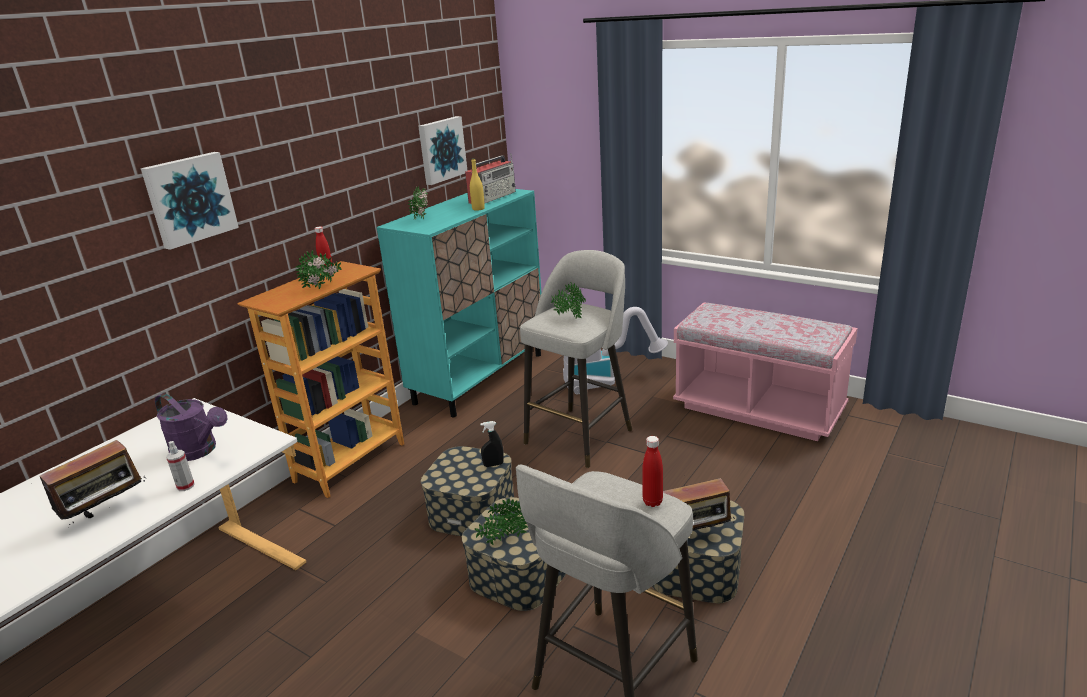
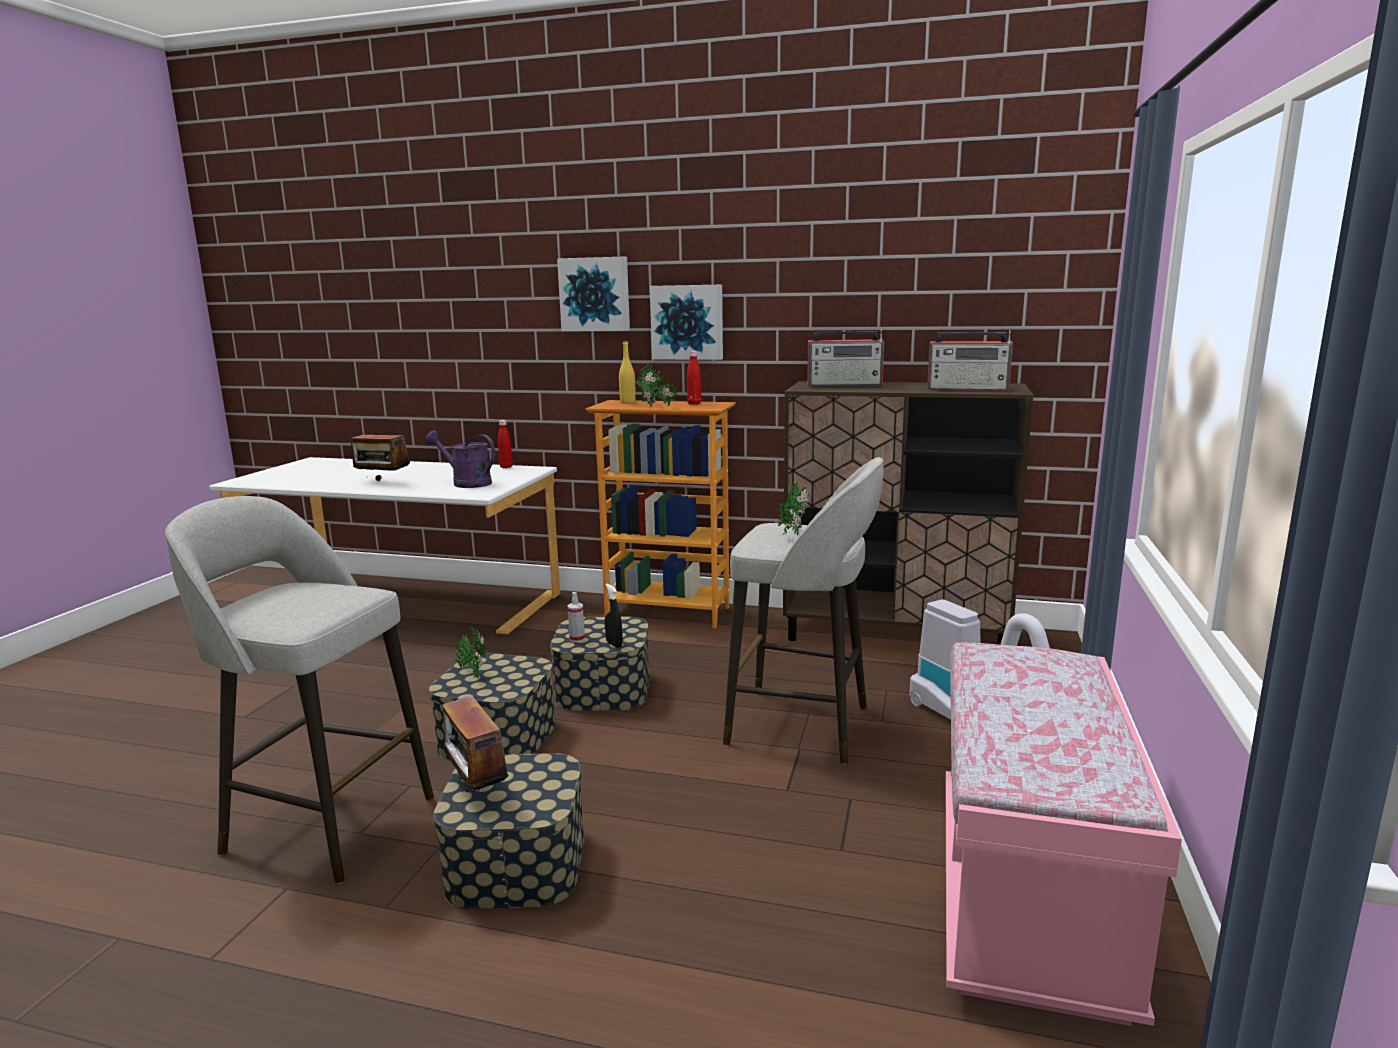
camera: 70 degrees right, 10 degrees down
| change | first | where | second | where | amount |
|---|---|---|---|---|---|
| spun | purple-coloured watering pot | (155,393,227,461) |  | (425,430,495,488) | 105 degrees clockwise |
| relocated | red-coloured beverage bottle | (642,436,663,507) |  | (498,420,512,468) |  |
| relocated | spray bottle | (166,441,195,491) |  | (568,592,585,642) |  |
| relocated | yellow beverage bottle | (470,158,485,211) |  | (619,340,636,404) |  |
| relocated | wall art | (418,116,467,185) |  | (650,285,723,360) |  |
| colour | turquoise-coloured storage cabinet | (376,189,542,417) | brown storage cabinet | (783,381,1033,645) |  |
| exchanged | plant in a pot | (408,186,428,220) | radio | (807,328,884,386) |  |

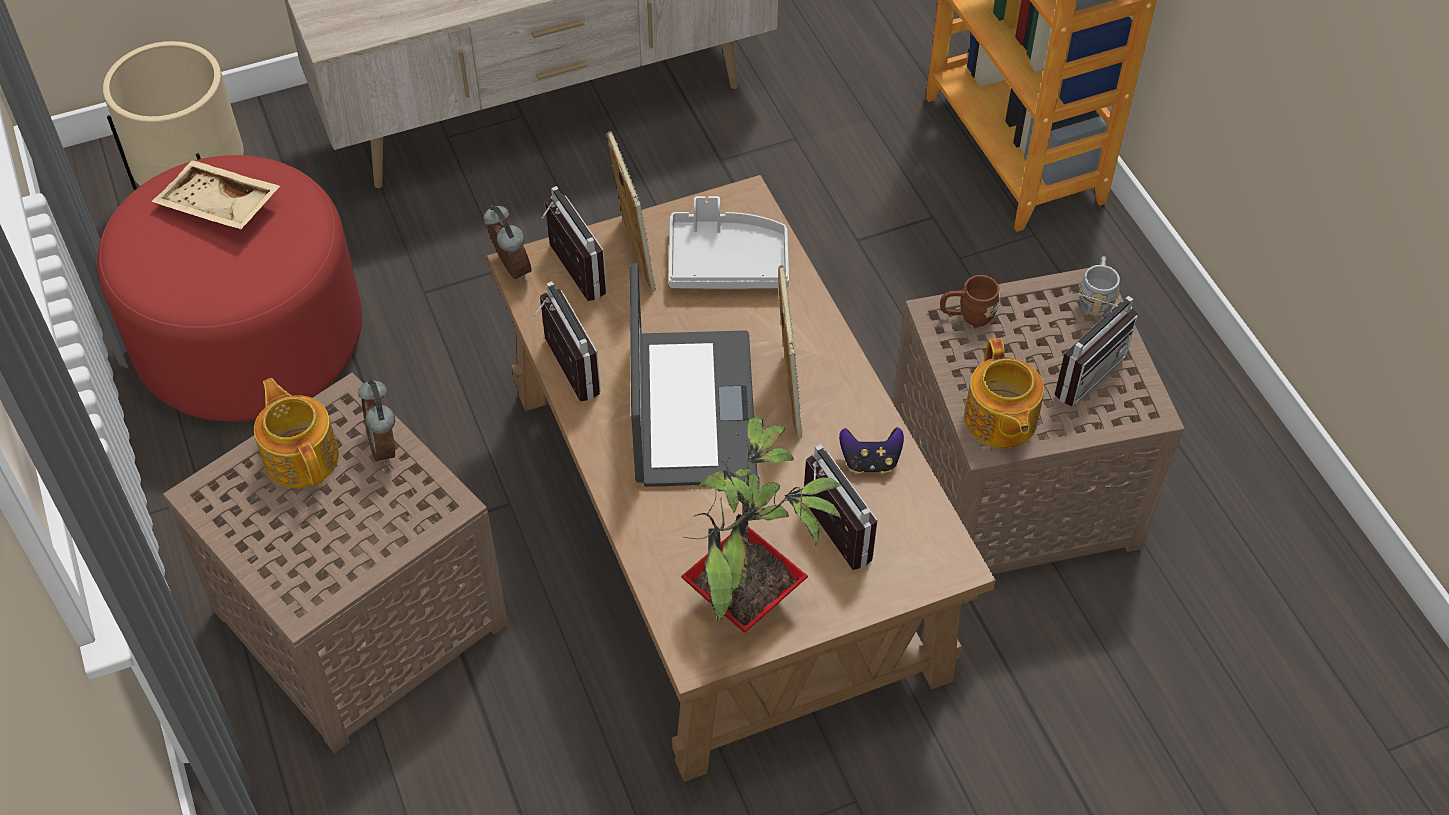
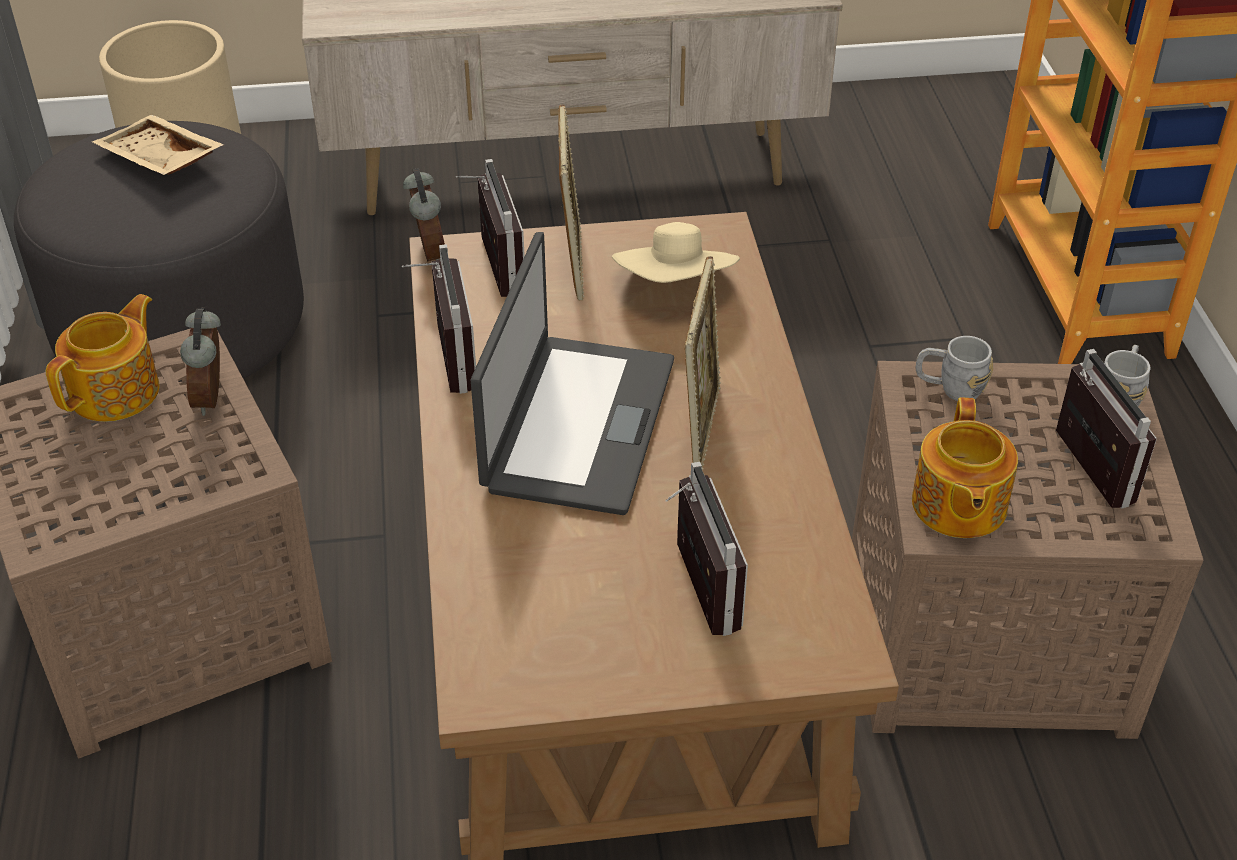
camera: 15 degrees right, 10 degrees down
| change | first | where | second | where | amount |
|---|---|---|---|---|---|
| colour | red-coloured footrest | (97,155,362,422) | greyish footrest | (14,121,304,396) |  |
| spun | tea pot | (254,378,339,488) |  | (46,294,159,422) | 45 degrees clockwise |
| exchanged | greyish serving tray | (669,196,789,289) | beige wearable hat | (612,222,740,283) |  |
| colour | brown mug | (940,275,1001,326) | greyish mug | (916,336,993,401) |  |
| spun | radio | (1055,291,1138,406) |  | (1056,349,1157,509) | 75 degrees counterclockwise |
| missing | plant in a pot | (681,417,842,633) |  |  |  |
| missing | joypad | (839,427,904,473) |  |  |  |

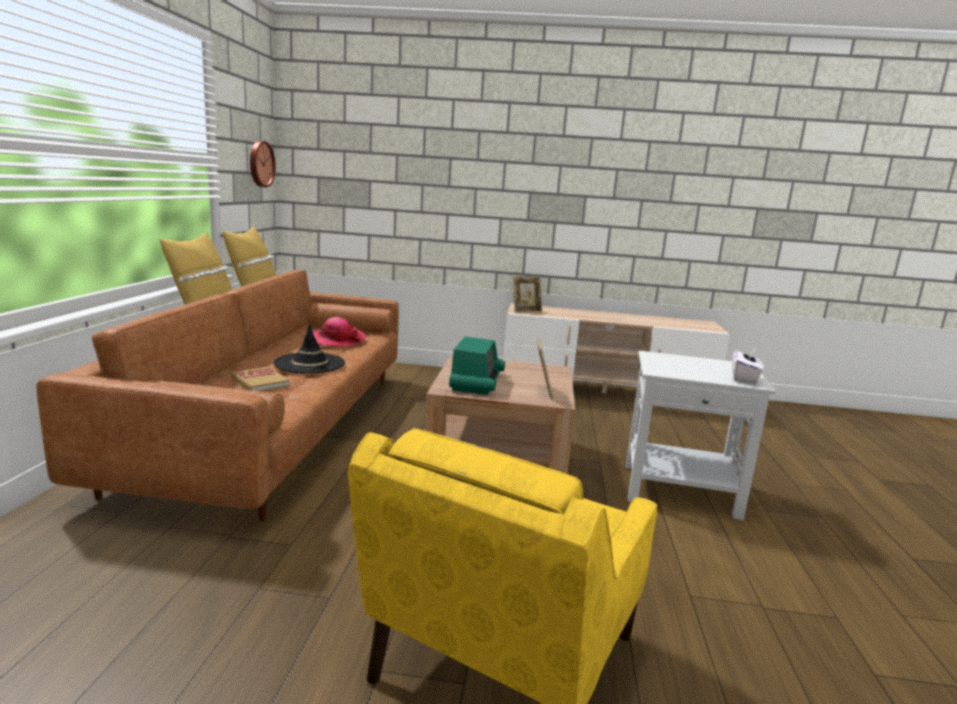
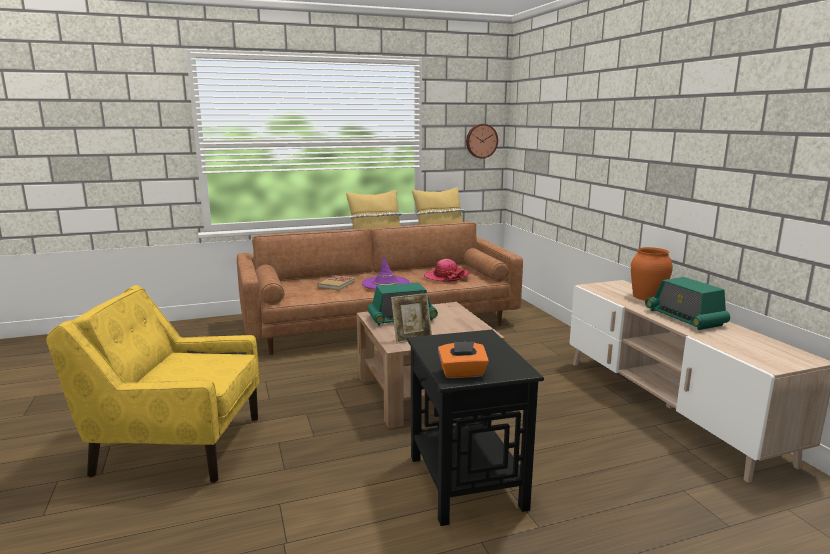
camera: 65 degrees right, 0 degrees up
| change | first | where | second | where | amount |
|---|---|---|---|---|---|
| colour | black-coloured wearable hat | (274,323,345,374) | purple-coloured wearable hat | (362,256,410,290) |  |
| colour | white side table | (626,351,776,520) | black-coloured side table | (407,330,544,526) |  |
| colour | white tissue holder | (732,347,764,384) | orange-coloured tissue holder | (438,342,489,378) |  |
| appeared |  |  | orange-coloured vase | (631,247,673,300) |  |
| appeared |  |  | radio | (645,277,730,330) |  |
| missing | photo frame | (513,276,542,313) |  |  |  |

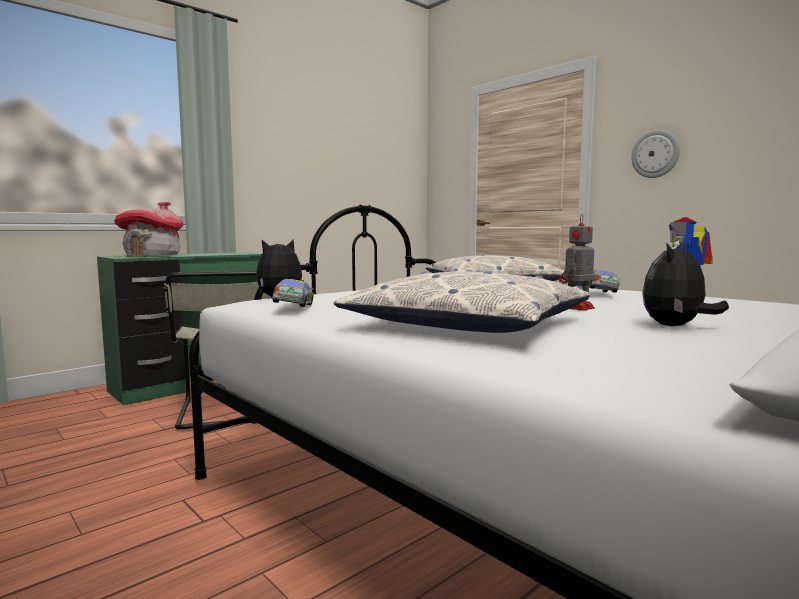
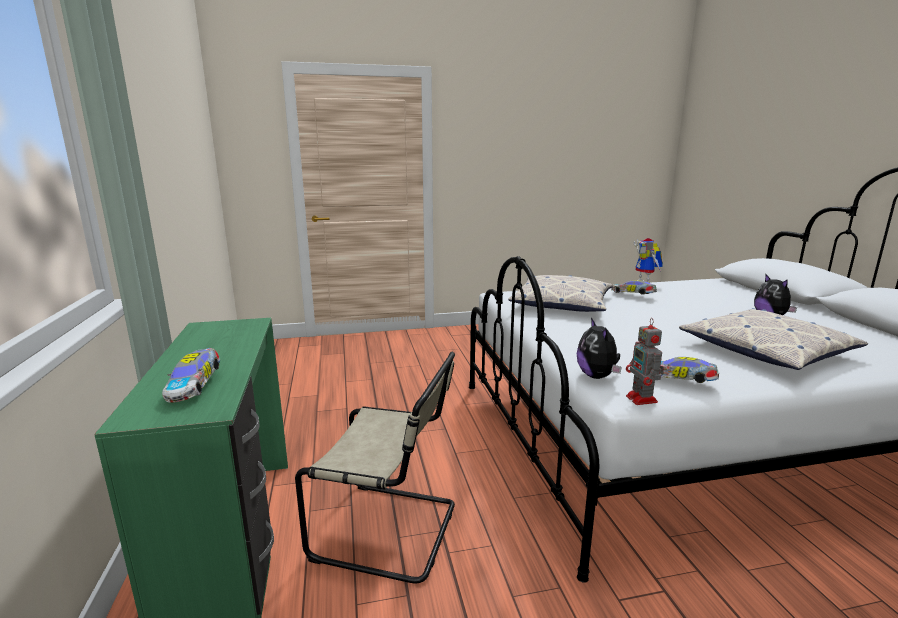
camera: 60 degrees left, 10 degrees up
| change | first | where | second | where | amount |
|---|---|---|---|---|---|
| exchanged | toy house | (115,202,184,257) | miniature car | (162,348,220,403) |  |
| relocated | toy robot | (559,214,595,311) |  | (626,318,664,405) |  |
| missing | clock on the wall | (631,130,680,178) |  |  |  |

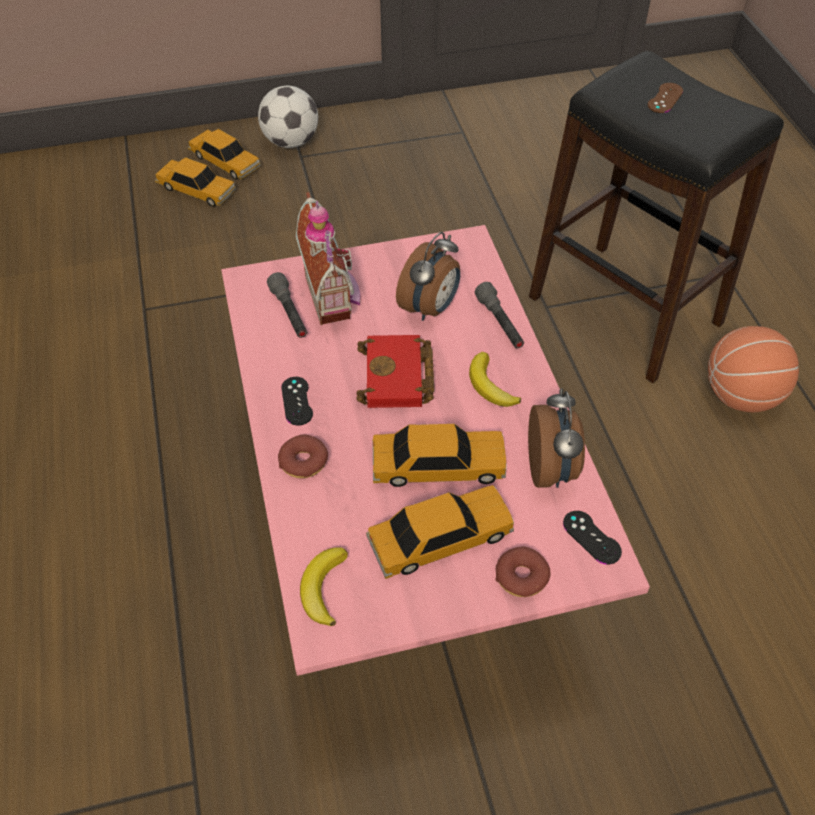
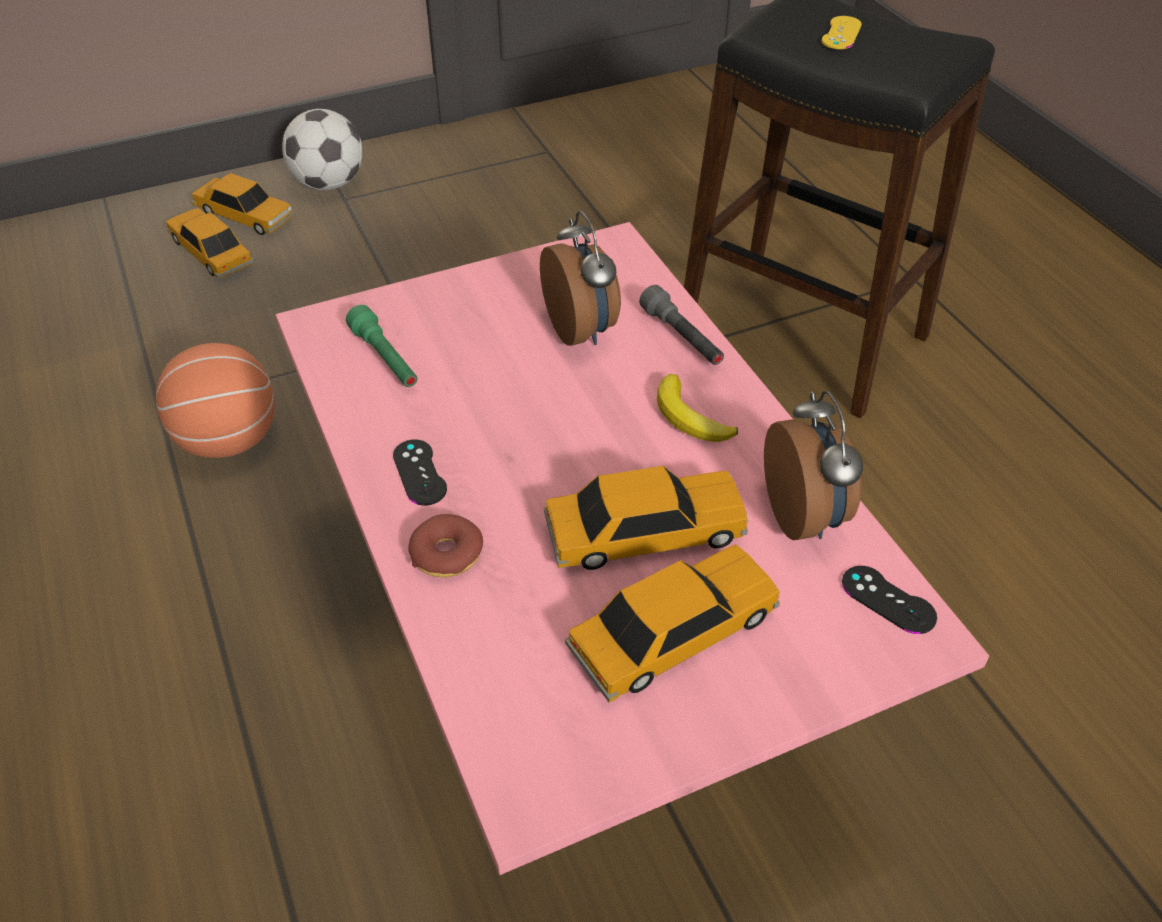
camera: 10 degrees left, 5 degrees down
| change | first | where | second | where | amount |
|---|---|---|---|---|---|
| relocated | ball for basketball | (708,326,799,412) |  | (156,343,275,458) |  |
| spun | miniature car | (155,157,236,207) |  | (166,208,255,279) | 150 degrees counterclockwise |
| colour | greyish flashlight | (267,272,307,338) | green flashlight | (346,305,417,387) |  |
| spun | table clock | (396,232,460,321) |  | (540,211,621,346) | 45 degrees counterclockwise |
| colour | brown joypad | (648,83,683,113) | yellow joypad | (822,16,862,49) |  |
| missing | toy house | (296,192,360,325) |  |  |  |
| missing | banana fruit | (300,548,348,626) |  |  |  |
| missing | red-coloured bound book | (357,335,434,408) |  |  |  |
| missing | doughnut | (495,547,550,597) |  |  |  |

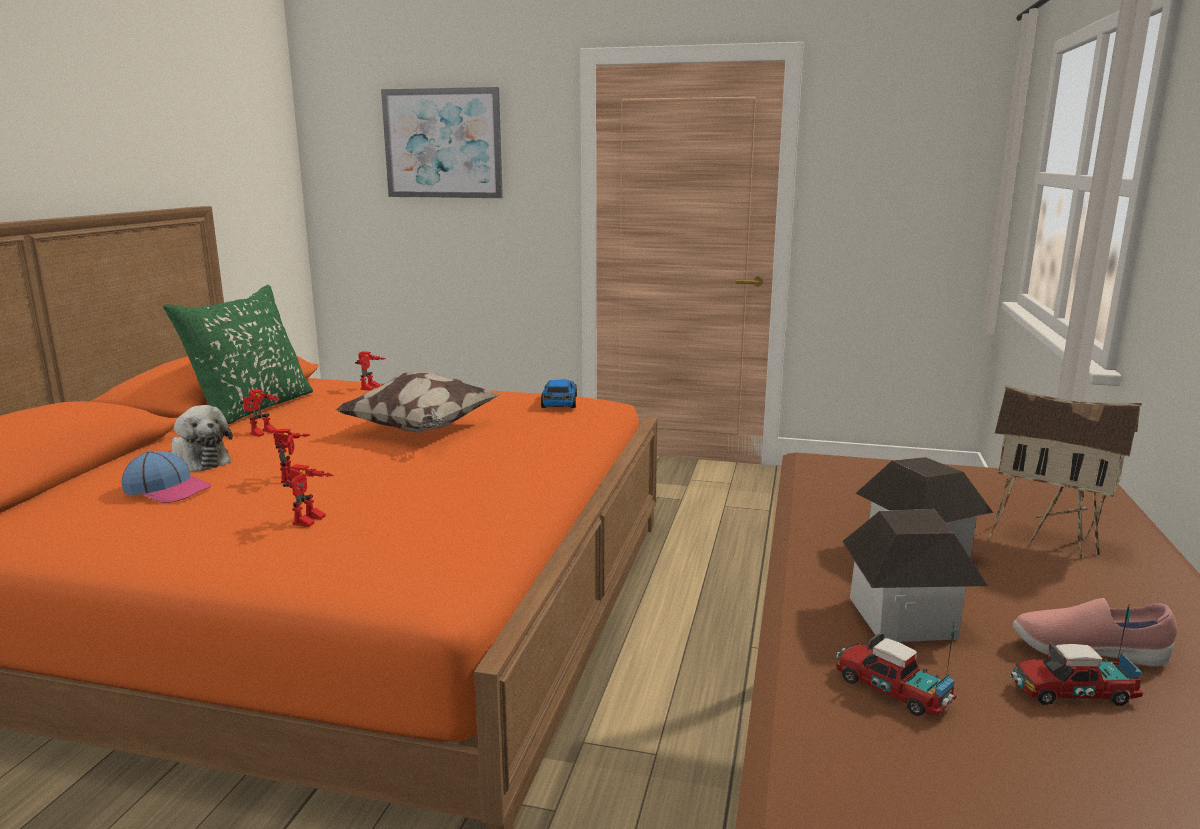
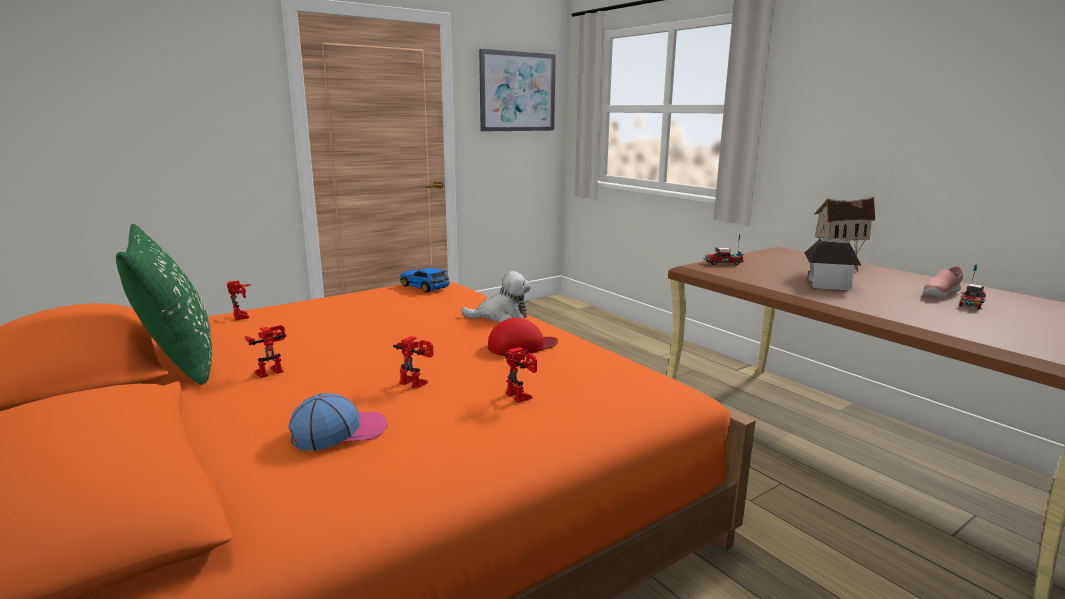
camera: 50 degrees left, 0 degrees up
| change | first | where | second | where | amount |
|---|---|---|---|---|---|
| spun | toy robot | (240,389,280,437) |  | (245,325,286,378) | 120 degrees counterclockwise |
| relocated | cuddly toy | (171,405,233,472) |  | (461,271,531,322) |  |
| relocated | wall art | (381,87,503,198) |  | (479,49,556,132) |  |
| appeared |  |  | red-coloured peaked cap | (488,318,558,356) |  |
| relocated | toy lorry | (836,622,957,716) |  | (703,233,744,265) |  |
| missing | cushion | (335,372,500,433) |  |  |  |
| missing | toy house | (842,509,988,642) |  |  |  |

